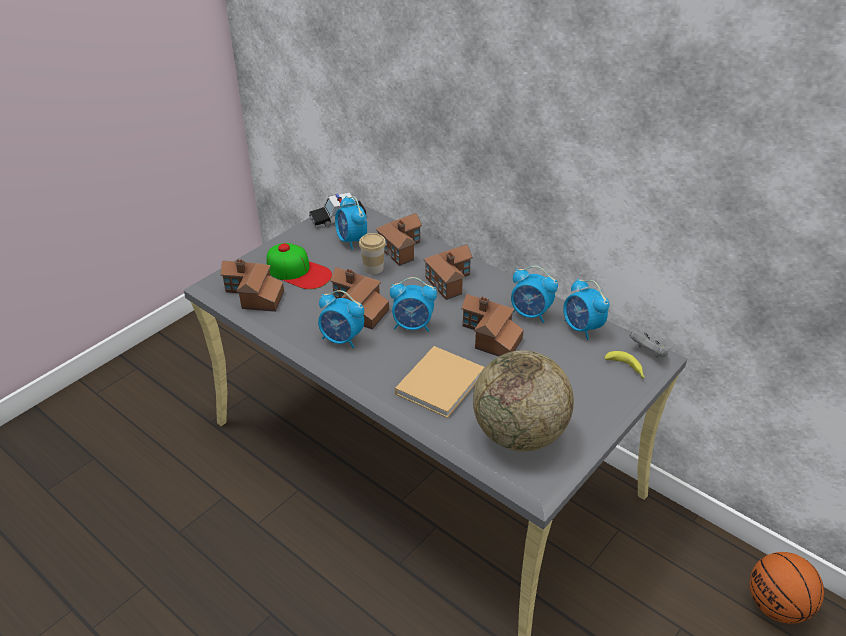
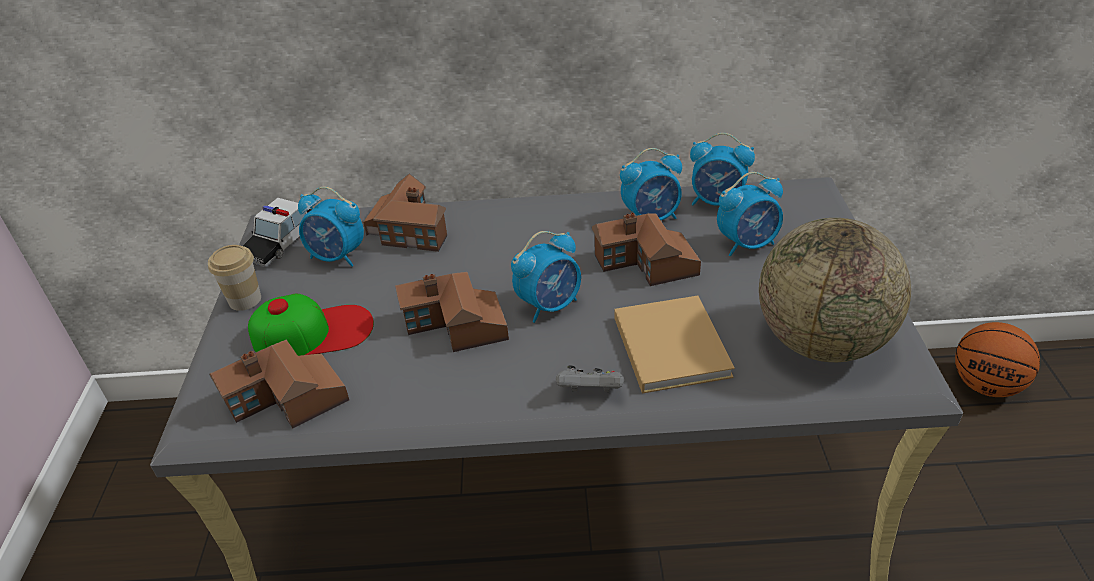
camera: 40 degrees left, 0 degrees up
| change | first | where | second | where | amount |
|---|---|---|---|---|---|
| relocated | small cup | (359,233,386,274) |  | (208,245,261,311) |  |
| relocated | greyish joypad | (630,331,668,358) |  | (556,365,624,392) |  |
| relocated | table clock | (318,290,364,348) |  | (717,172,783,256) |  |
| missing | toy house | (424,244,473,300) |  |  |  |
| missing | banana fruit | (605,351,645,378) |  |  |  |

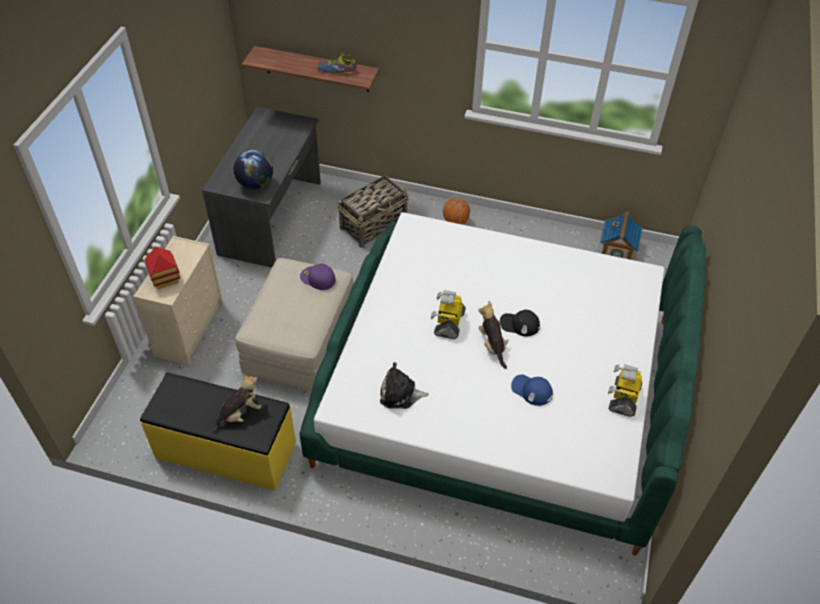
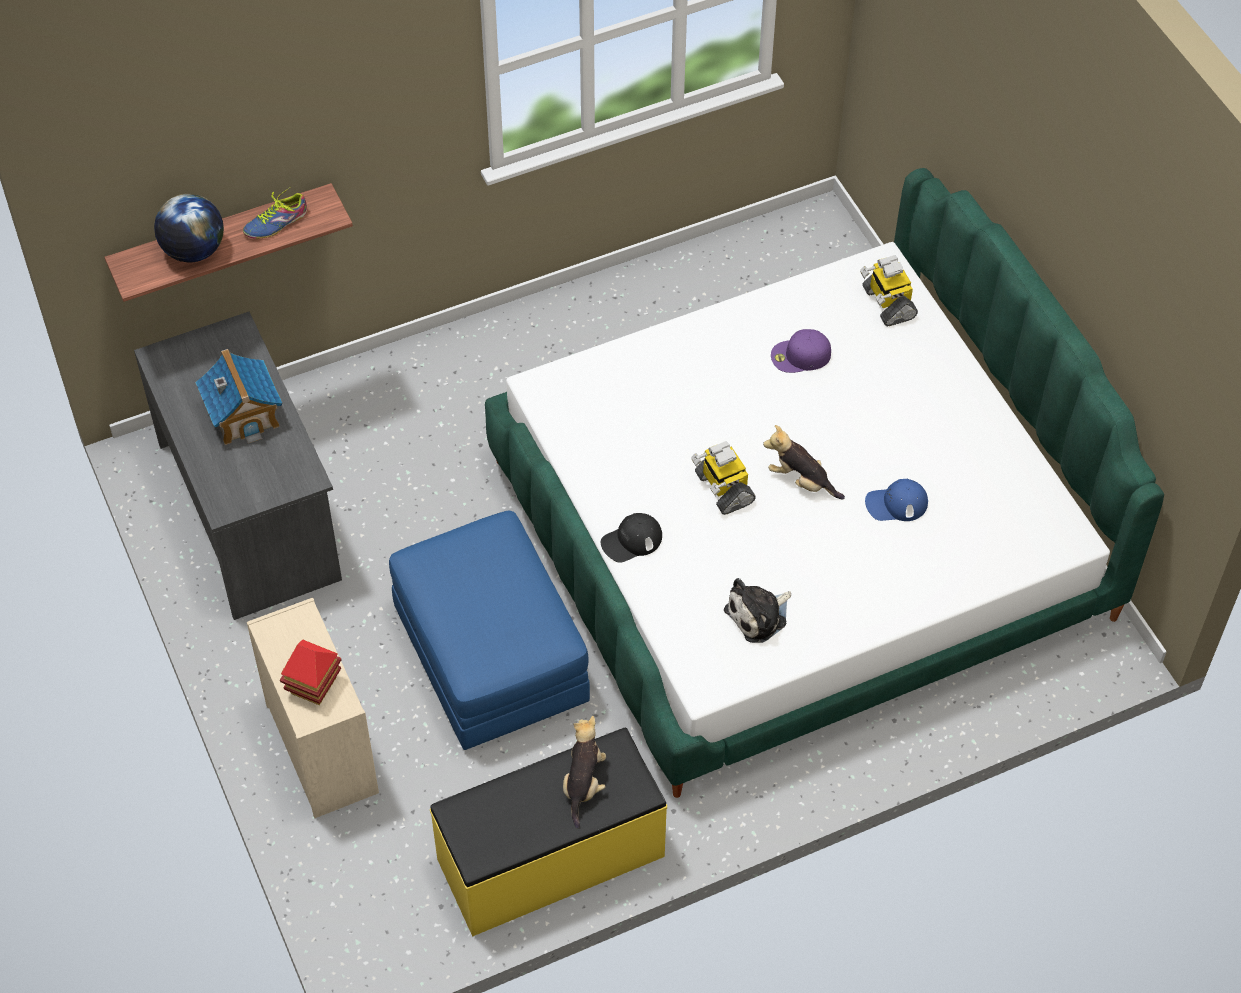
camera: 40 degrees left, 5 degrees up
| change | first | where | second | where | amount |
|---|---|---|---|---|---|
| relocated | desk globe | (234,150,273,189) |  | (154,194,224,262) |  |
| relocated | toy house | (600,211,643,260) |  | (195,349,283,445) |  |
| colour | beige footrest | (235,258,353,391) | blue-coloured footrest | (389,511,590,750) |  |
| relocated | black-coloured peaked cap | (500,310,540,336) |  | (601,513,662,563) |  |
| relocated | purple-coloured peaked cap | (300,264,336,290) |  | (771,329,831,373) |  |
| relocated | toy robot | (608,364,642,417) |  | (860,255,918,327) |  |
| missing | basket | (337,175,409,248) |  |  |  |
| missing | ball for basketball | (443,198,470,224) |  |  |  |

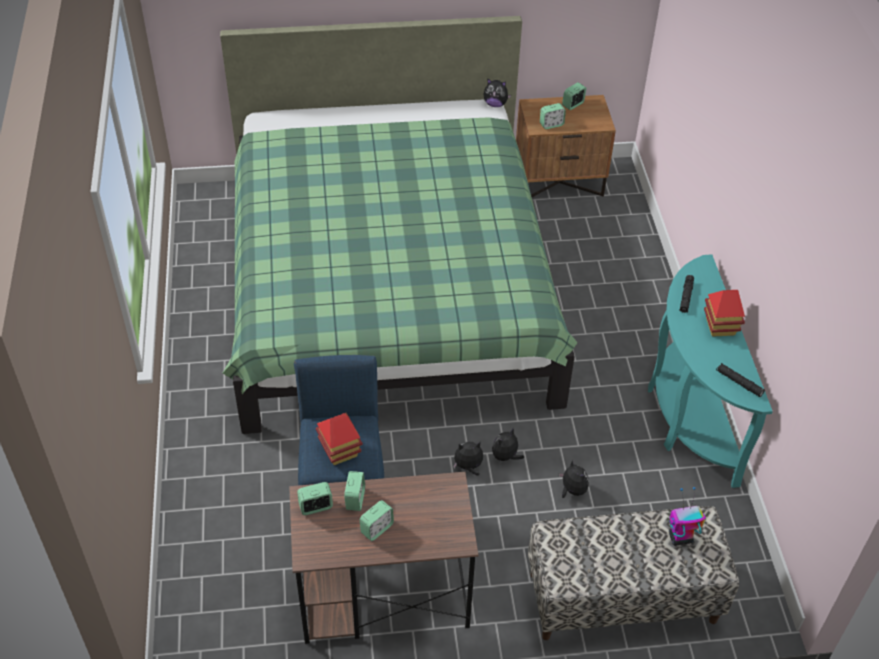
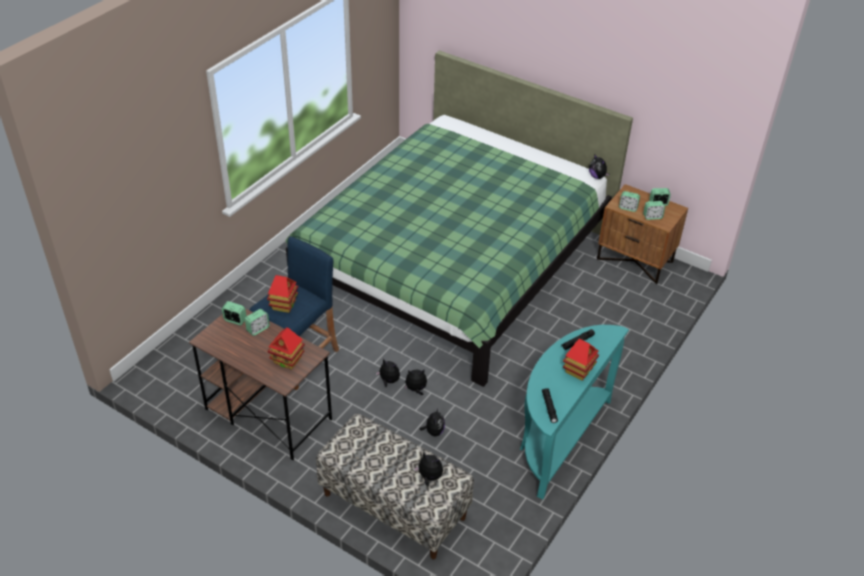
camera: 40 degrees right, 5 degrees down
| change | first | where | second | where | amount |
|---|---|---|---|---|---|
| appeared |  |  | toy house | (267,327,305,370) |  |
| exchanged | toy robot | (669,487,706,546) | cuddly toy | (414,452,443,487) |  |
| relocated | table clock | (360,500,394,541) |  | (643,201,665,220) |  |

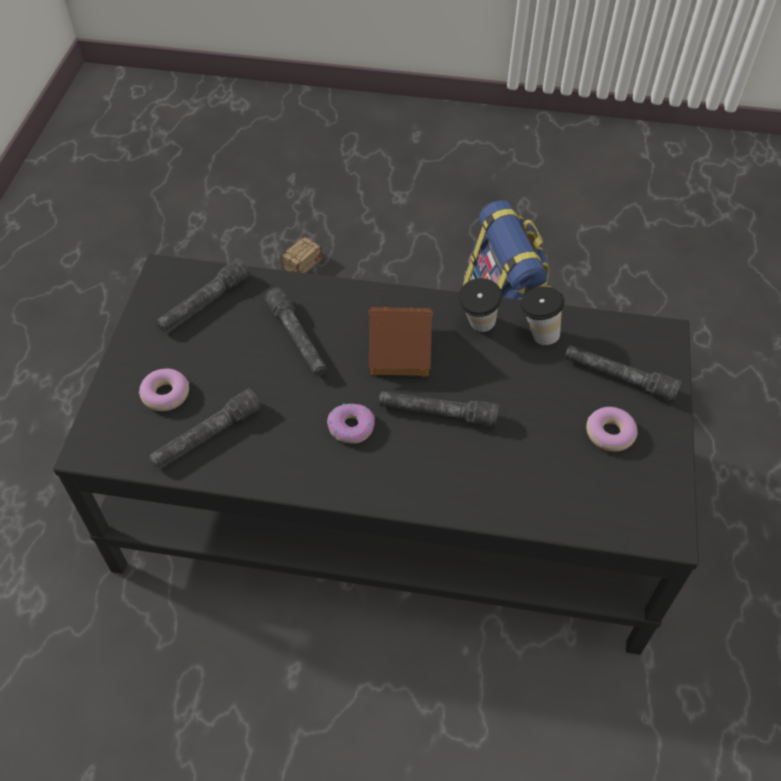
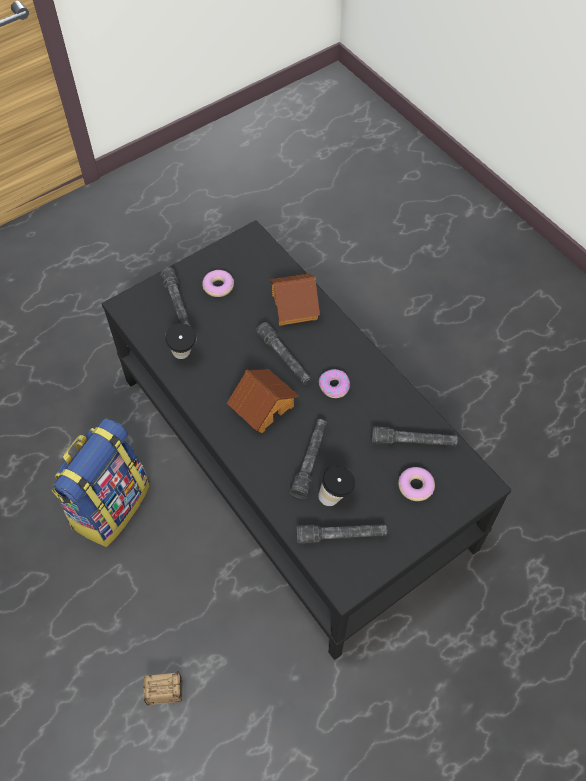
camera: 135 degrees left, 5 degrees up
| change | first | where | second | where | amount |
|---|---|---|---|---|---|
| appeared |  |  | toy house | (270,273,320,326) |  |
| relocated | small cup | (458,278,502,332) |  | (318,465,355,506) |  |

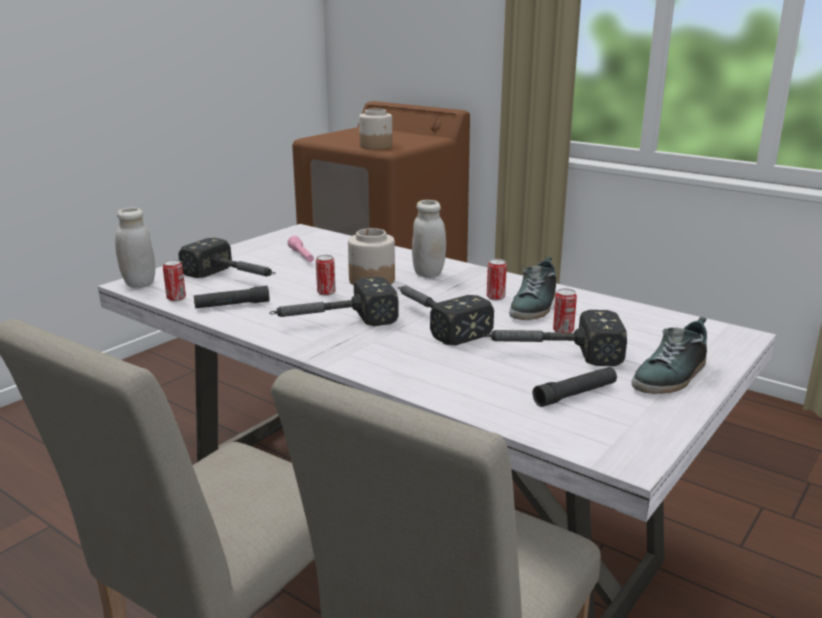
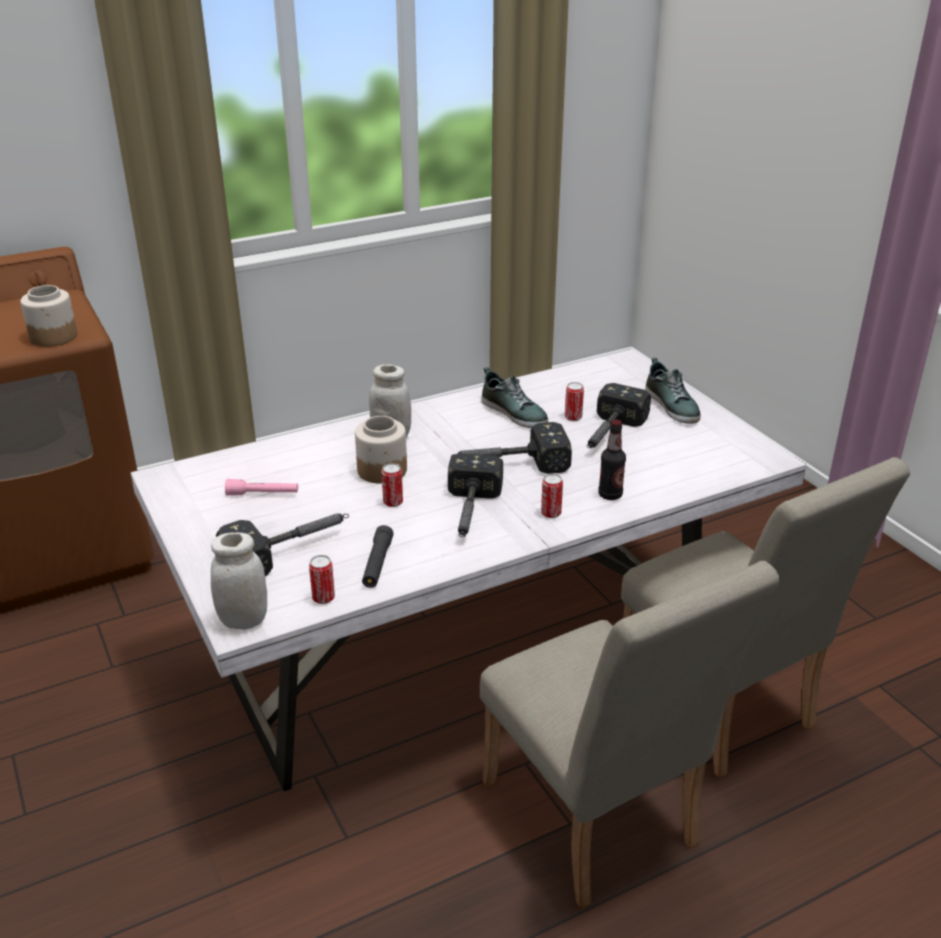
camera: 65 degrees left, 10 degrees up
| change | first | where | second | where | amount |
|---|---|---|---|---|---|
| relocated | can | (487,259,507,300) |  | (541,474,563,518) |  |
| appeared |  |  | beverage bottle | (599,419,626,500) |  |
| missing | black-coloured flashlight | (533,367,617,407) |  |  |  |

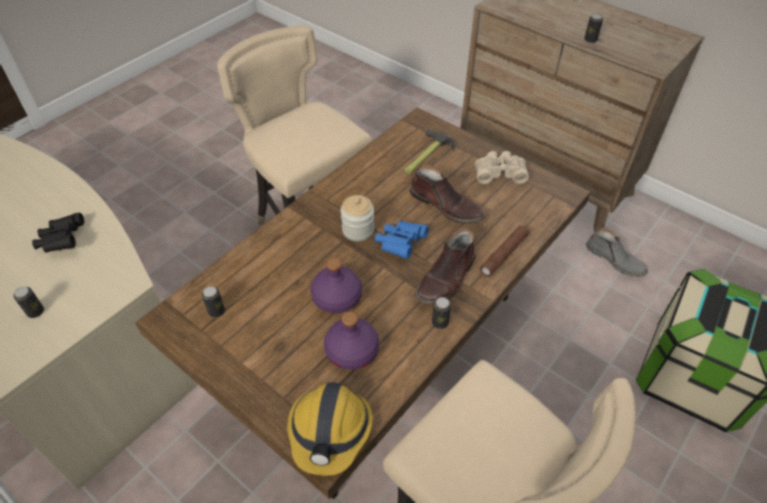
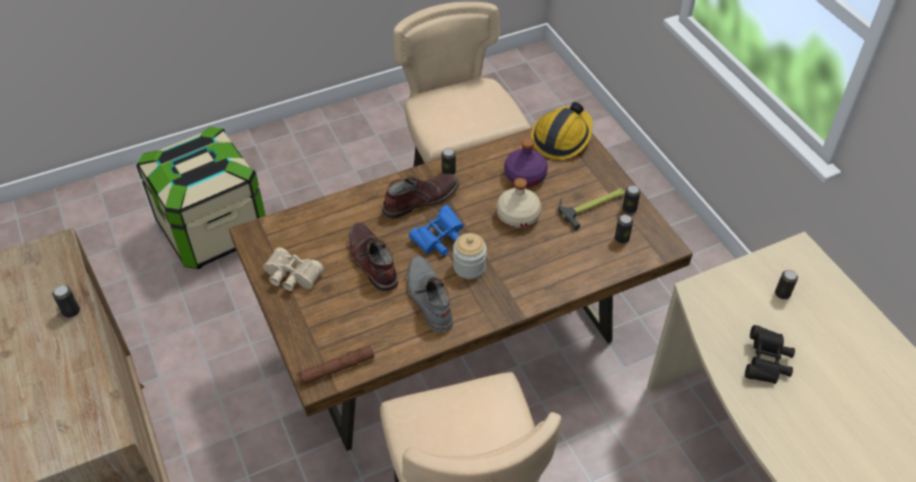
camera: 155 degrees left, 0 degrees up
| change | first | where | second | where | amount |
|---|---|---|---|---|---|
| relocated | brown flashlight | (480,225,530,277) |  | (297,345,375,385) |  |
| relocated | greyish boot | (586,228,648,277) |  | (407,256,453,332) |  |
| colour | purple-coloured beverage bottle | (310,257,362,313) | beige beverage bottle | (496,178,541,228) |  |
| relocated | tool hammer | (404,129,454,174) |  | (558,188,625,230) |  |
| appeared |  |  | can | (622,185,641,214) |  |

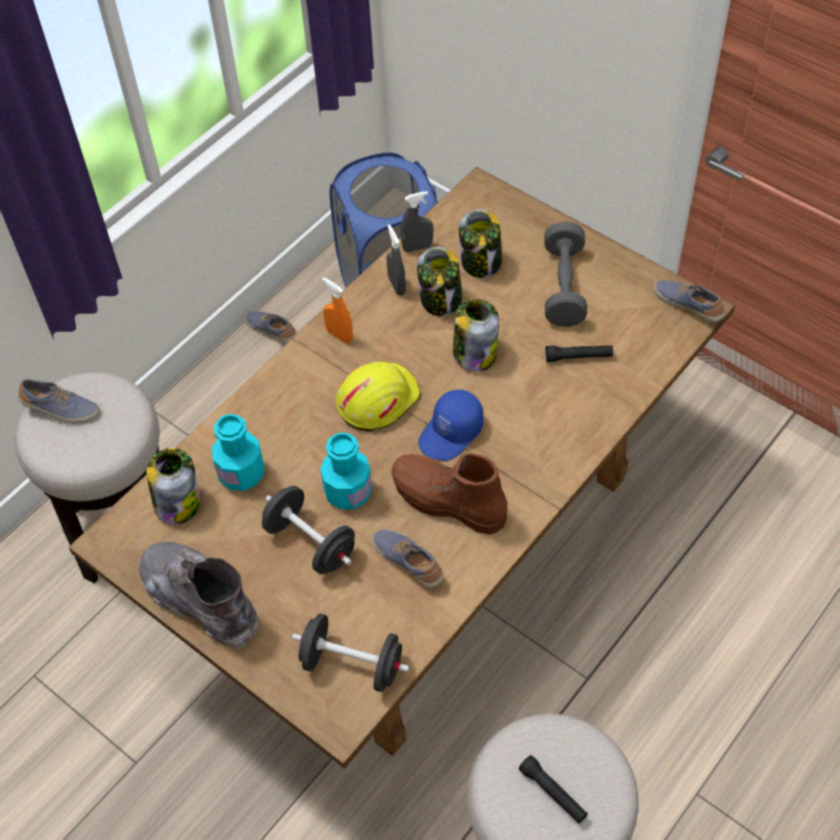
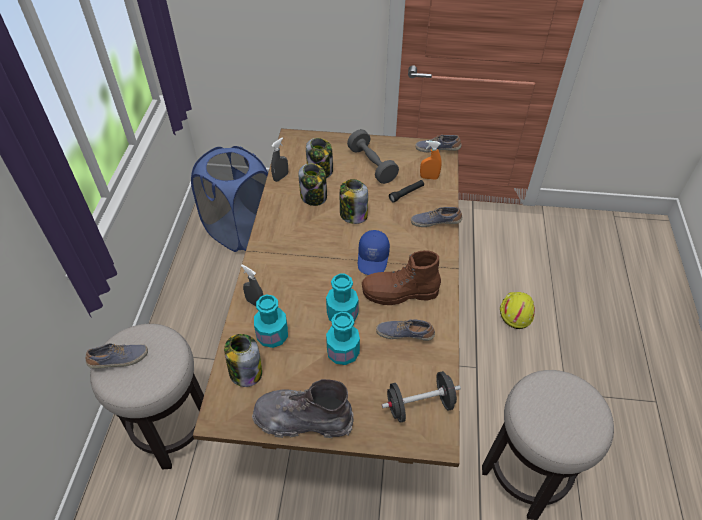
camera: 35 degrees left, 5 degrees down
| change | first | where | second | where | amount |
|---|---|---|---|---|---|
| relocated | greyish spray bottle | (386,224,406,295) |  | (241,264,263,306) |  |
| exchanged | black-coloured hand weight | (262,486,355,574) | turquoise-coloured beverage bottle | (326,312,360,365) |  |
| relocated | low shoe | (244,311,297,343) |  | (411,207,462,227) |  |
| relocated | orange-coloured spray bottle | (322,277,353,343) |  | (420,141,442,180) |  |
| relocated | yellow safety helmet | (336,361,421,431) |  | (500,292,535,329) |  |
| missing | black-coloured flashlight | (519,755,588,824) |  |  |  |

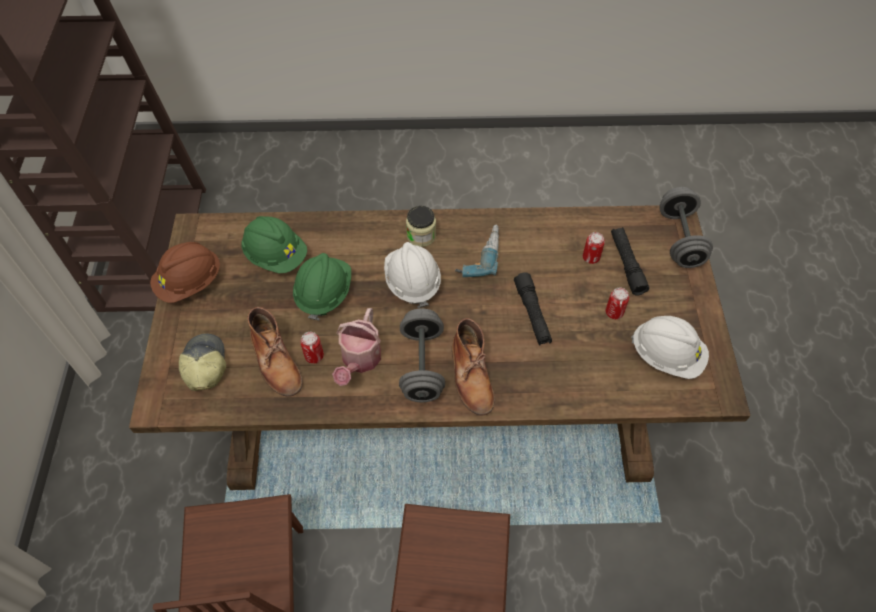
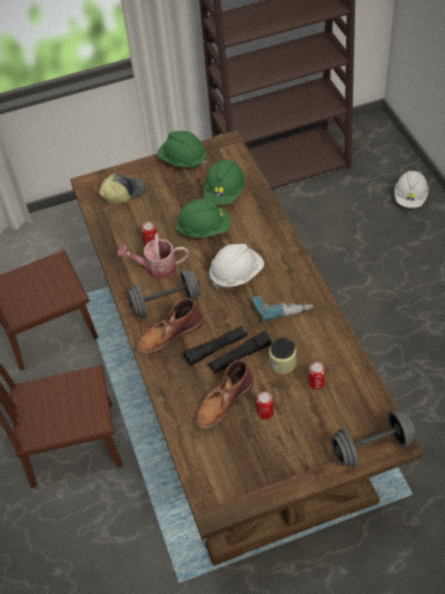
camera: 75 degrees right, 5 degrees down
| change | first | where | second | where | amount |
|---|---|---|---|---|---|
| colour | brown safety helmet | (150,242,220,303) | green safety helmet | (157,131,207,168) |  |
| relocated | black-coloured flashlight | (611,227,649,296) |  | (183,326,248,366) |  |
| relocated | brown boot | (247,307,302,397) |  | (194,360,254,430) |  |
| relocated | storage jar | (406,206,436,247) |  | (269,337,296,374) |  |
| relocated | white safety helmet | (631,316,709,379) |  | (395,170,429,208) |  |

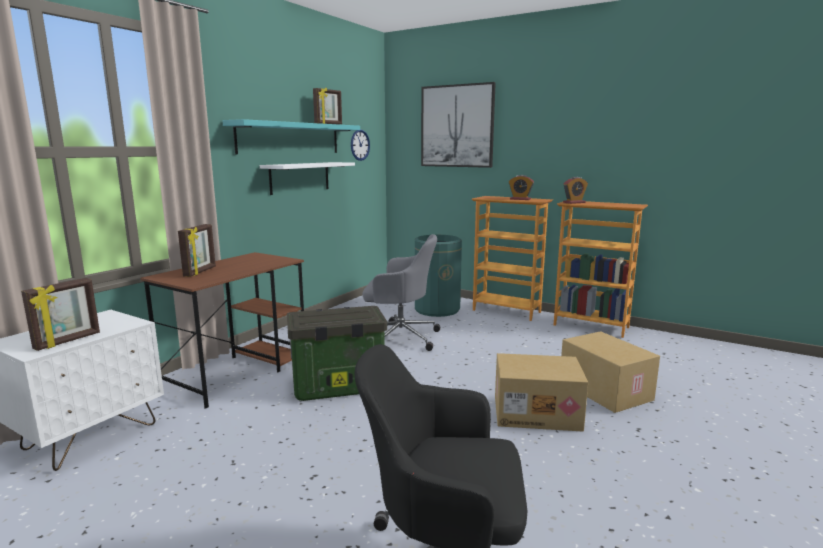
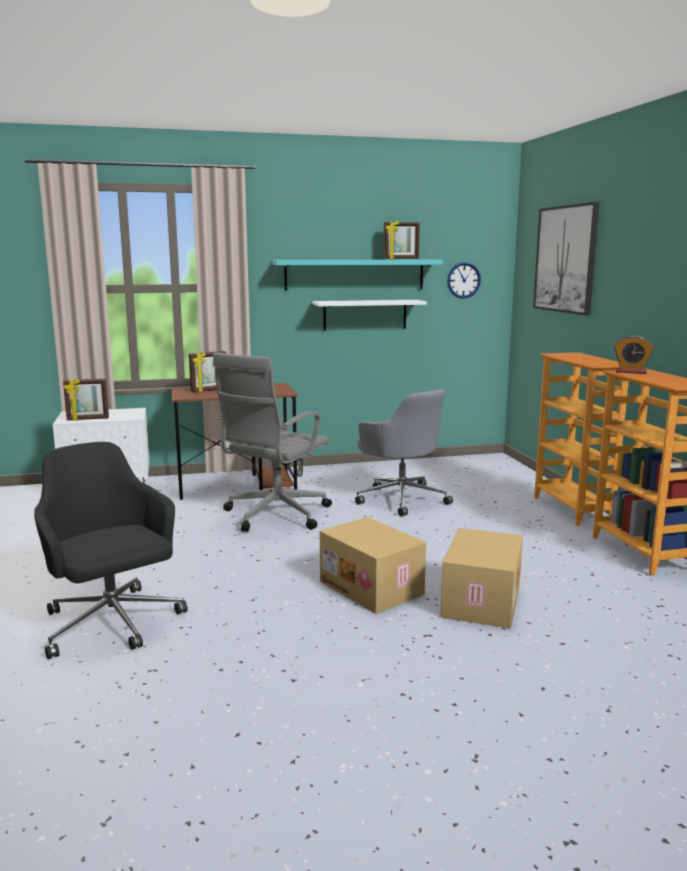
camera: 45 degrees right, 0 degrees up
| change | first | where | second | where | amount |
|---|---|---|---|---|---|
| exchanged | storage box | (287,306,387,401) | greyish computer chair | (213,352,332,532) |  |
| missing | green waste bin | (415,235,462,317) |  |  |  |
| missing | table clock | (509,175,534,200) |  |  |  |

